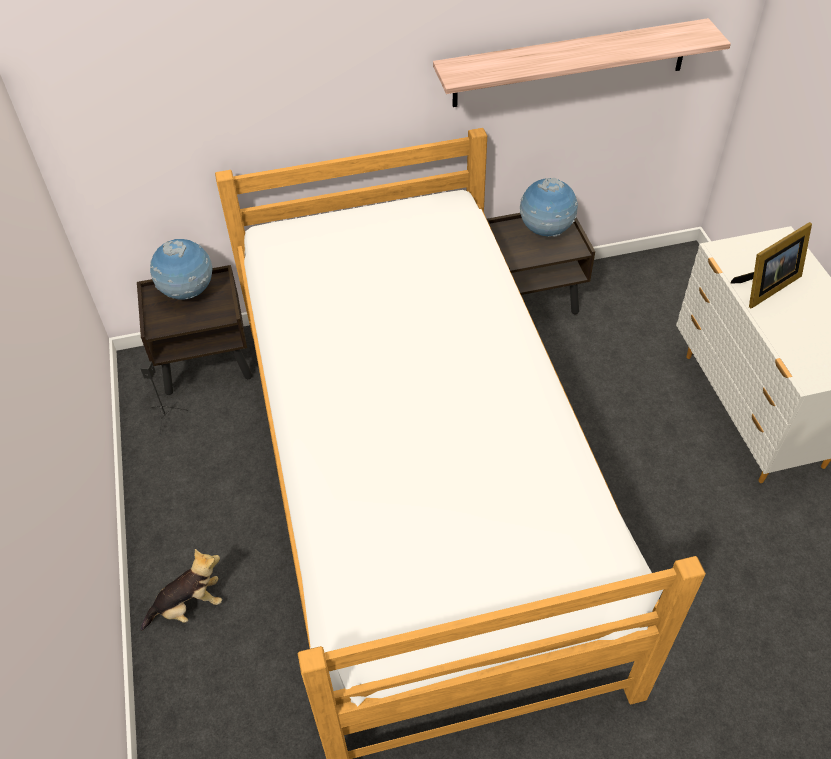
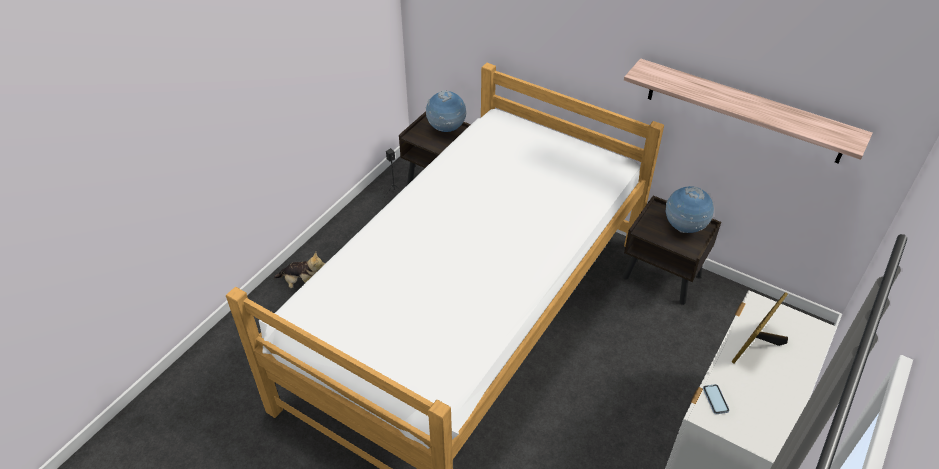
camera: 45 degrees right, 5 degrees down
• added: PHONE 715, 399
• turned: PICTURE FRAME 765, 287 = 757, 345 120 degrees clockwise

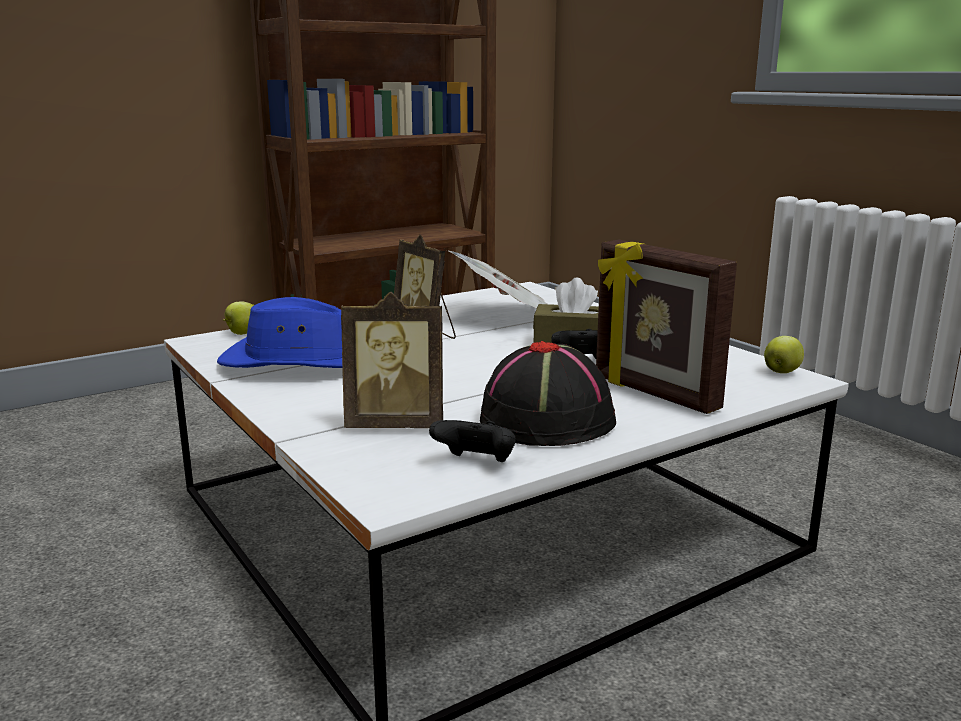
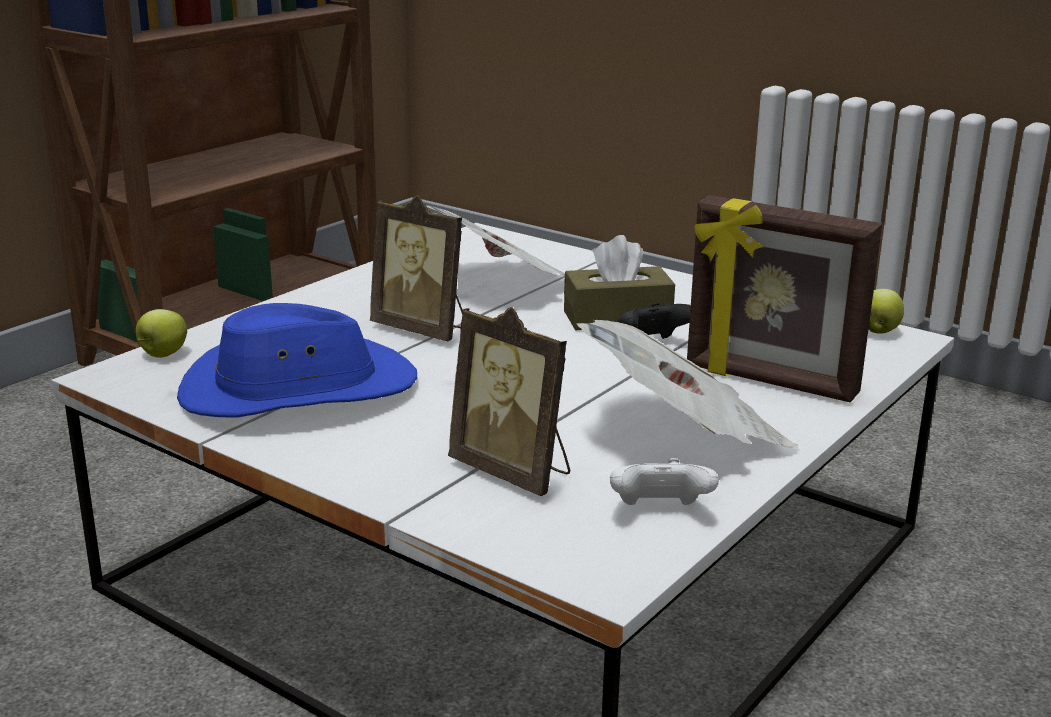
camera: 20 degrees left, 5 degrees up
• turned: PICTURE FRAME 396, 424 = 514, 472 60 degrees clockwise
• replaced: BLACK HAT 548, 420 to NEWSPAPER 685, 437
• recoloured: BLACK GAME CONTROLLER 476, 464 to WHITE GAME CONTROLLER 659, 512

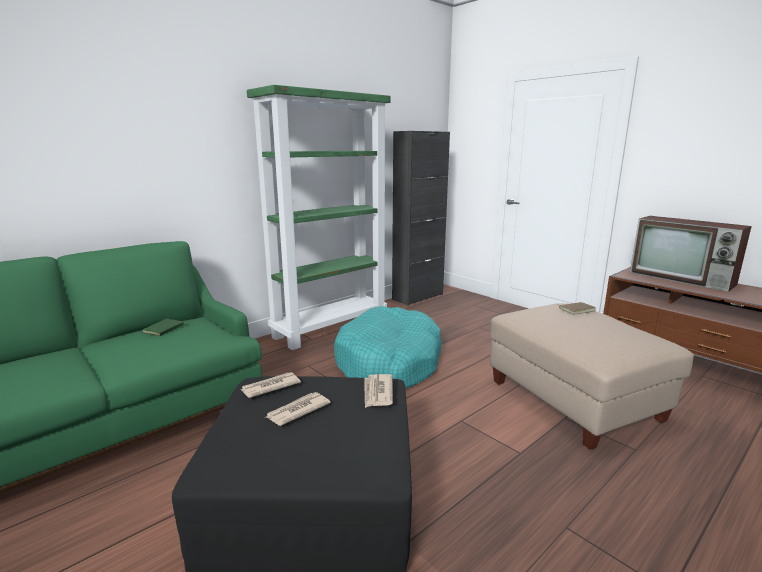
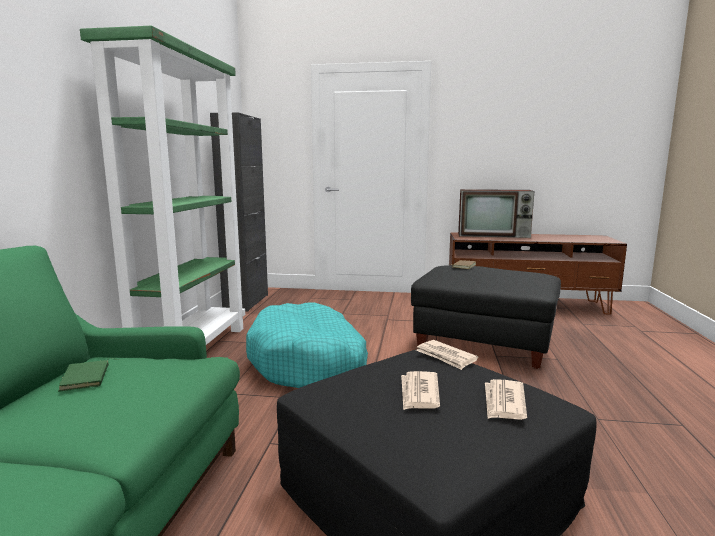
camera: 40 degrees left, 5 degrees down
• recoloured: BEIGE OTTOMAN 574, 401 to BLACK OTTOMAN 484, 343
• moved: NEWSPAPER 270, 387 to 504, 402

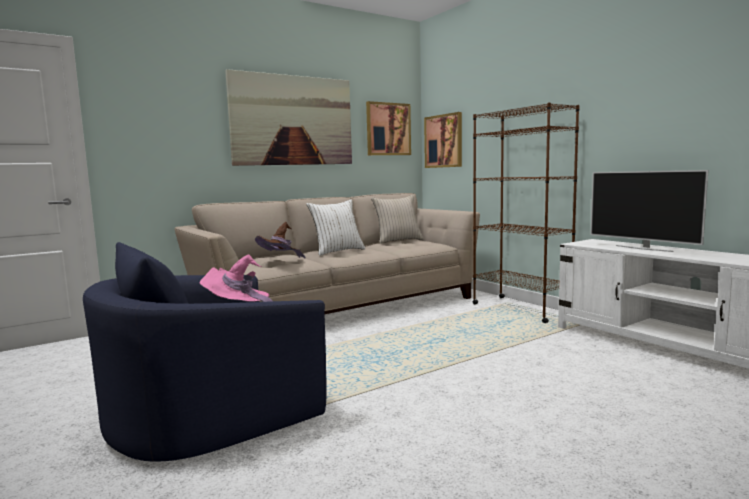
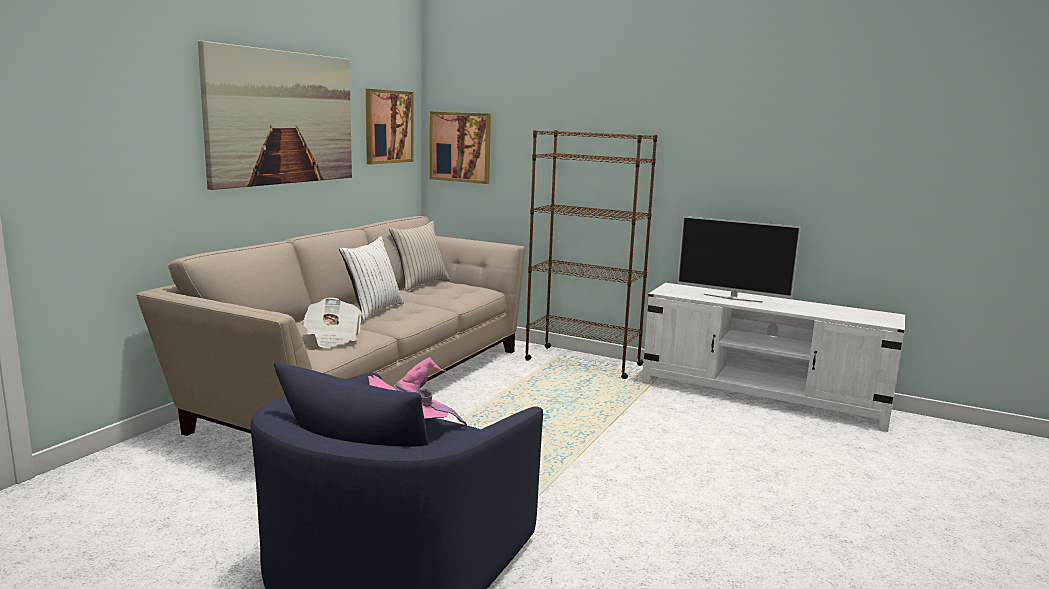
camera: 30 degrees left, 5 degrees up
• replaced: BROWN HAT 281, 262 to NEWSPAPER 332, 338

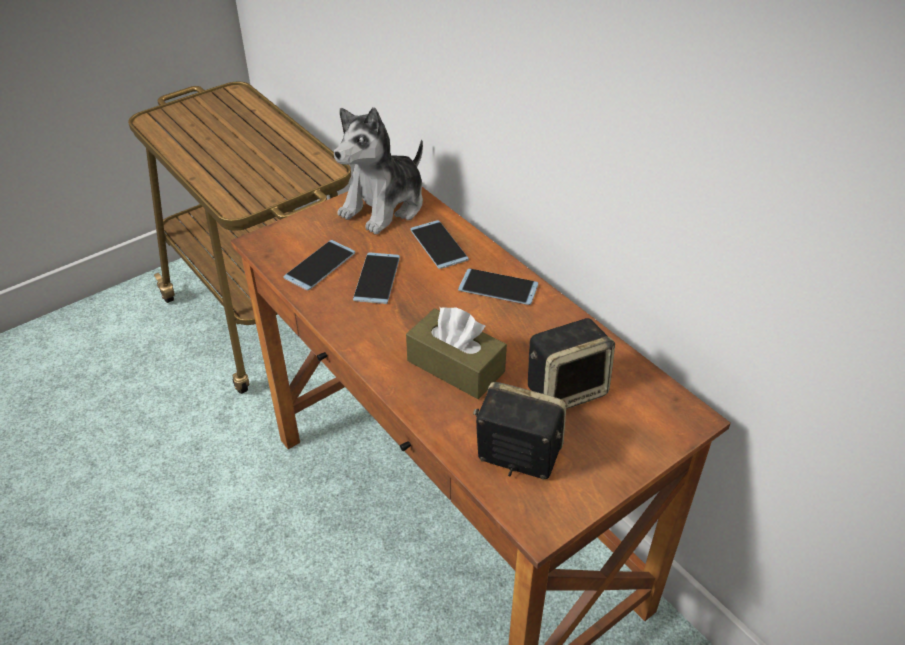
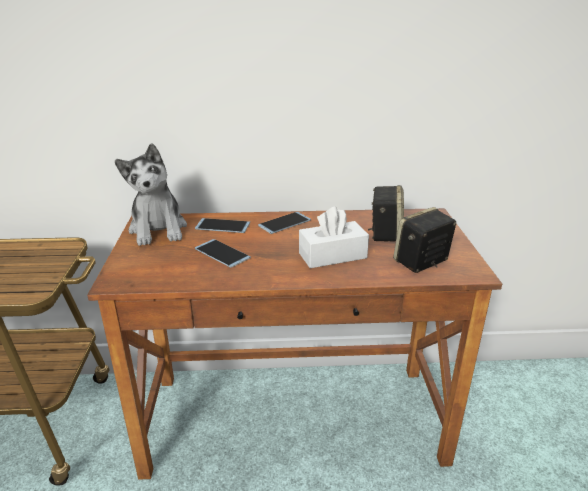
camera: 55 degrees left, 15 degrees down
• recoloured: BROWN TISSUE BOX 455, 366 to WHITE TISSUE BOX 332, 255
• removed: PHONE 320, 265

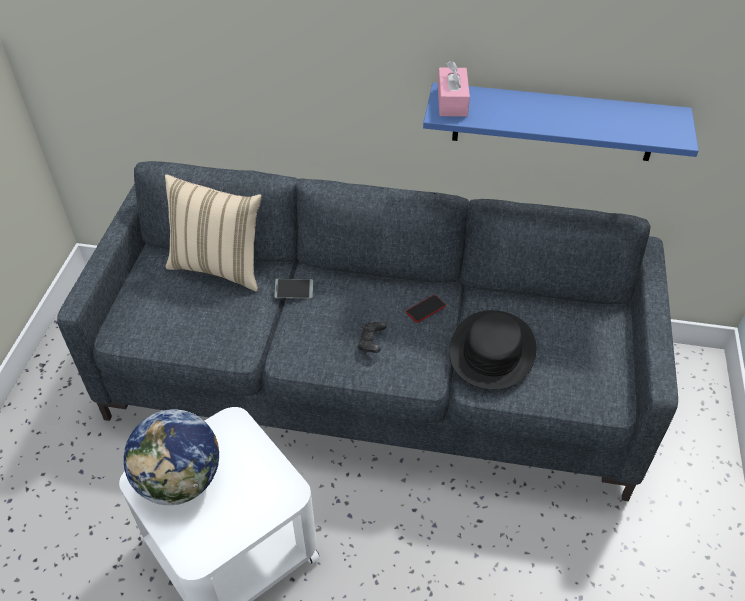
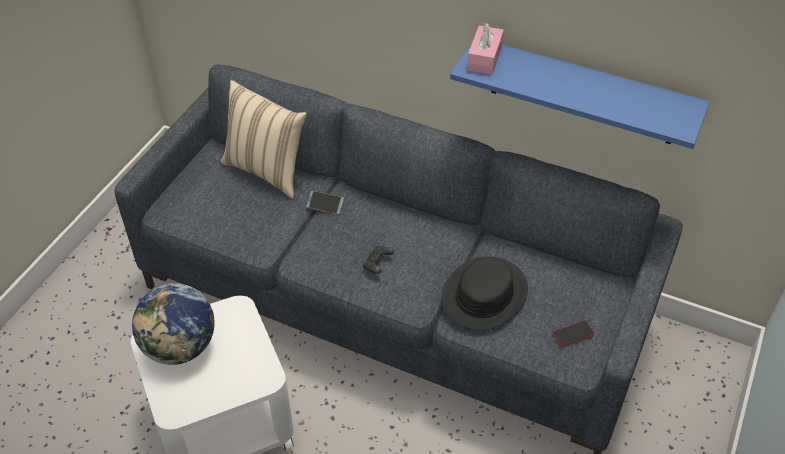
camera: 15 degrees right, 0 degrees up
• moved: PHONE 425, 309 to 573, 334

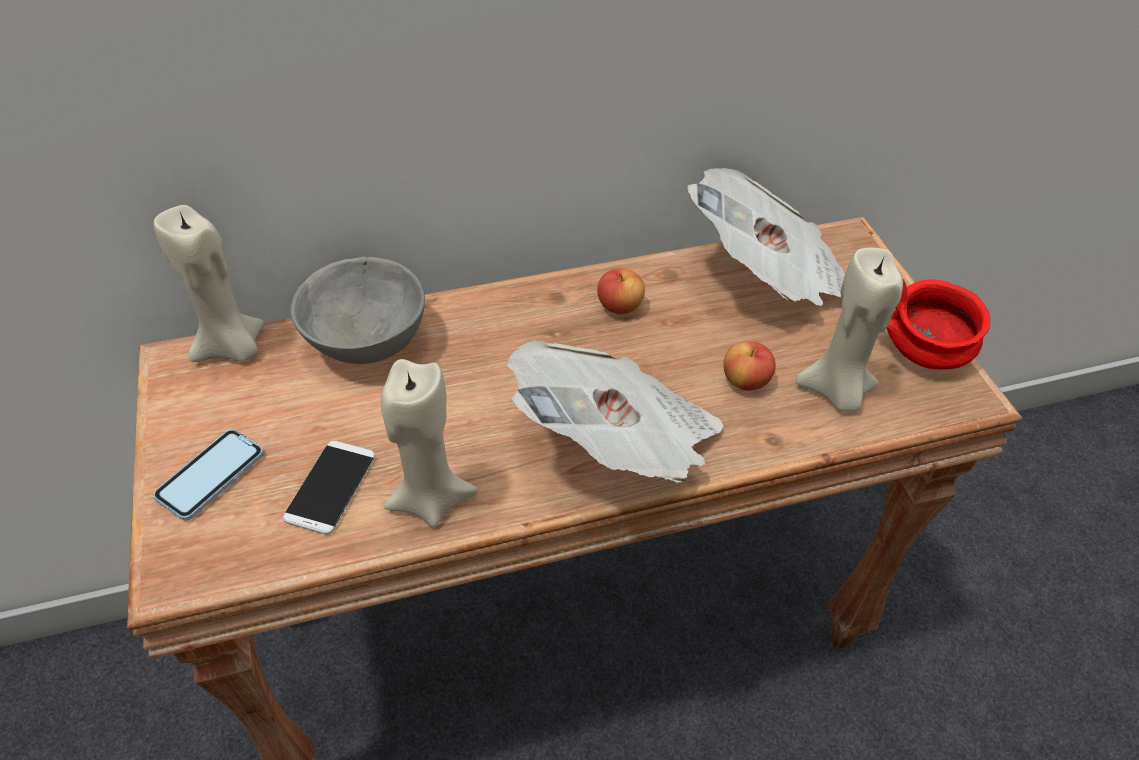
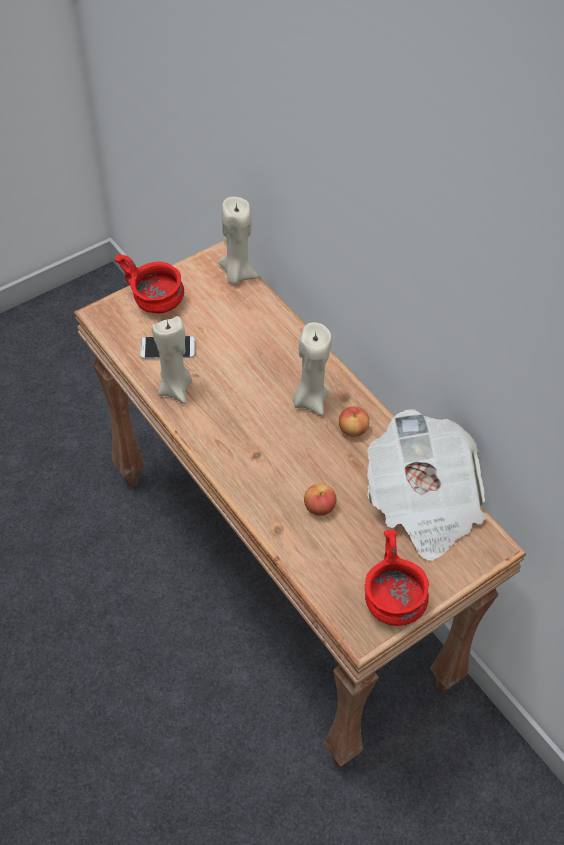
camera: 70 degrees right, 5 degrees up
• replaced: PHONE 211, 476 to RED BOWL 156, 302
• moved: BEIGE CANDLE 836, 391 to 310, 400
• removed: GREY BOWL 365, 343
• removed: NEWSPAPER 618, 443

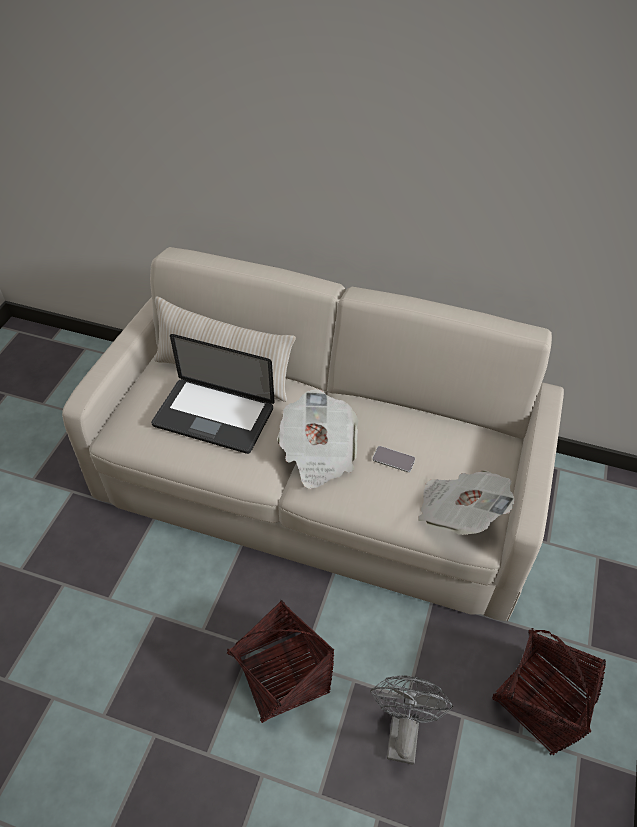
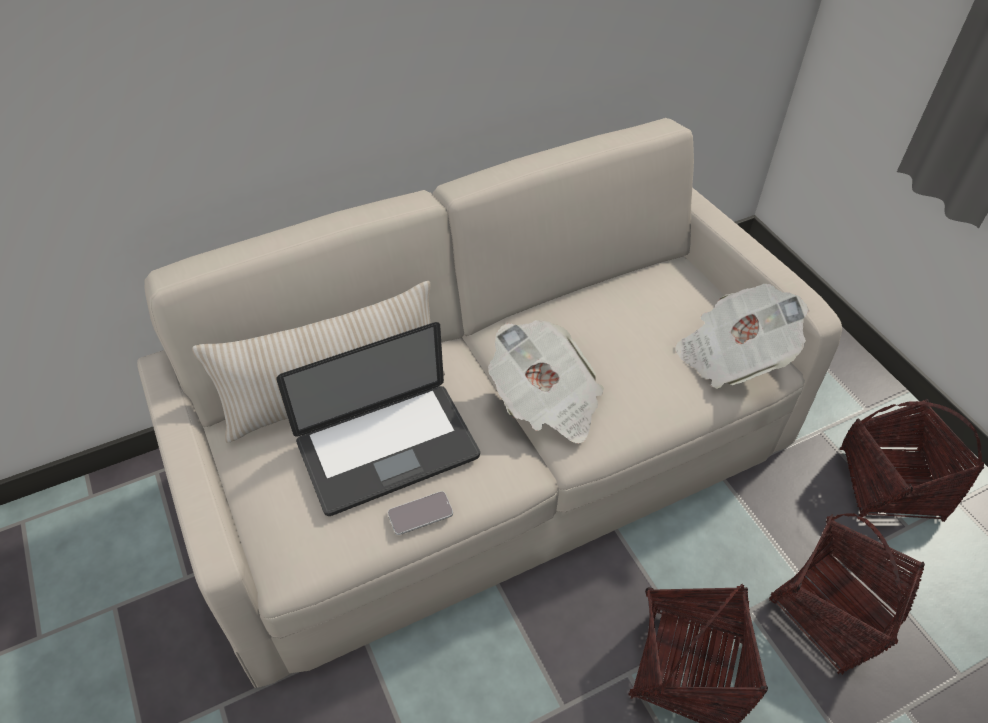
camera: 45 degrees left, 0 degrees up
• moved: PHONE 393, 459 to 420, 513
• replaced: GREY FAN 403, 729 to BASKET 833, 612

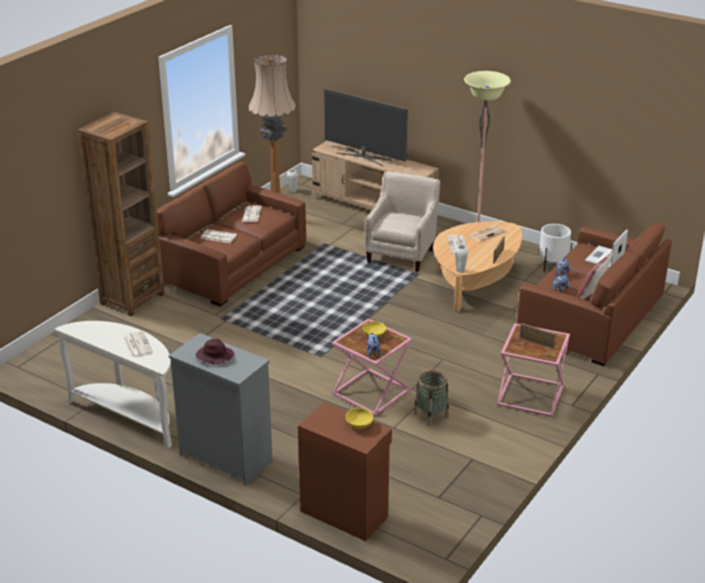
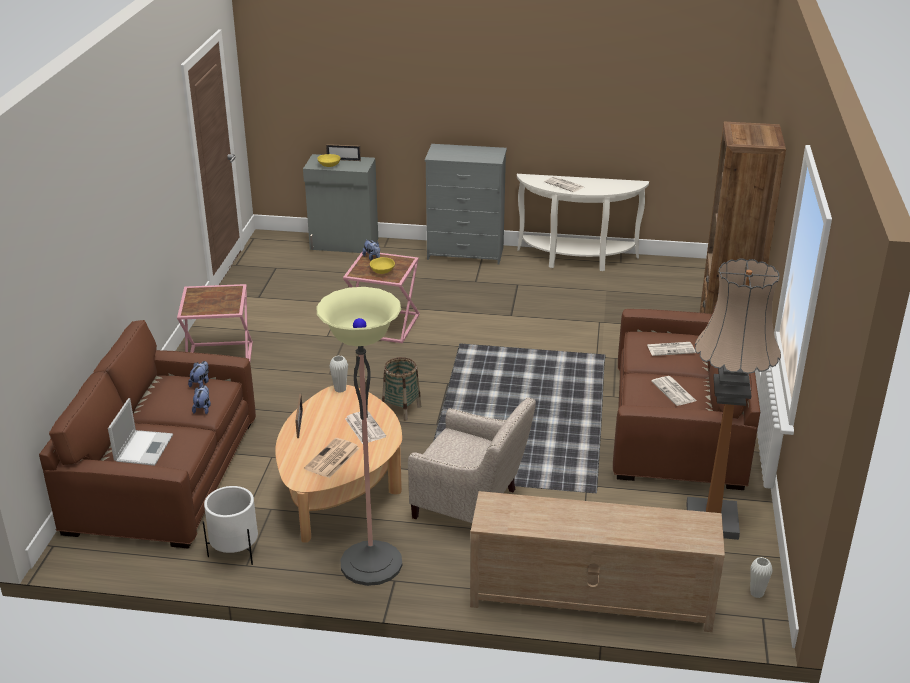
camera: 155 degrees right, 0 degrees up
• recoloured: BROWN CABINET 344, 513 to GREY CABINET 344, 244
• moved: PICTURE FRAME 536, 342 to 343, 160
• moved: BASKET 431, 415 to 401, 409
• turned: BEIGE ARMCHAIR 402, 254 = 471, 507 60 degrees counterclockwise
• removed: PURPLE HAT 214, 356
• removed: TELEVISION 364, 156
• removed: PILLOW 592, 293

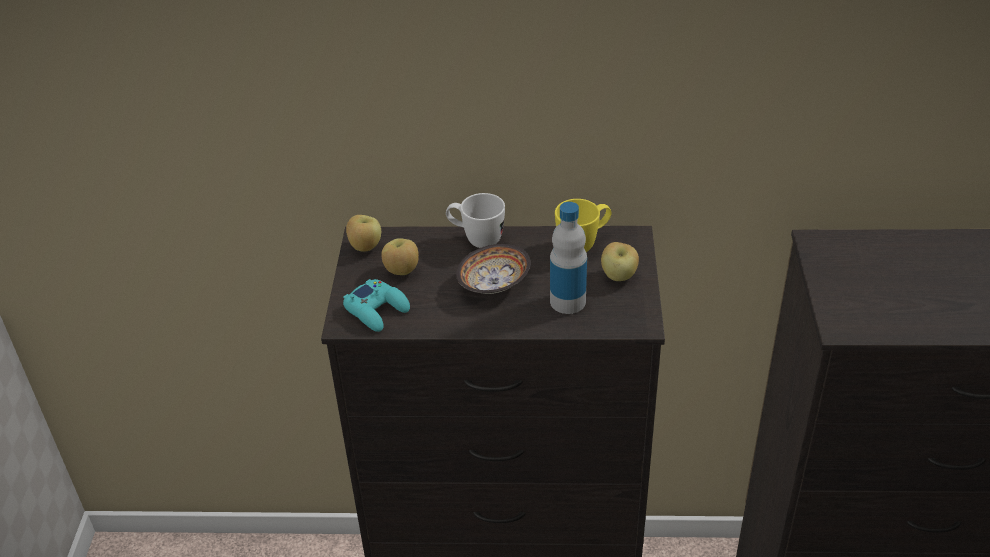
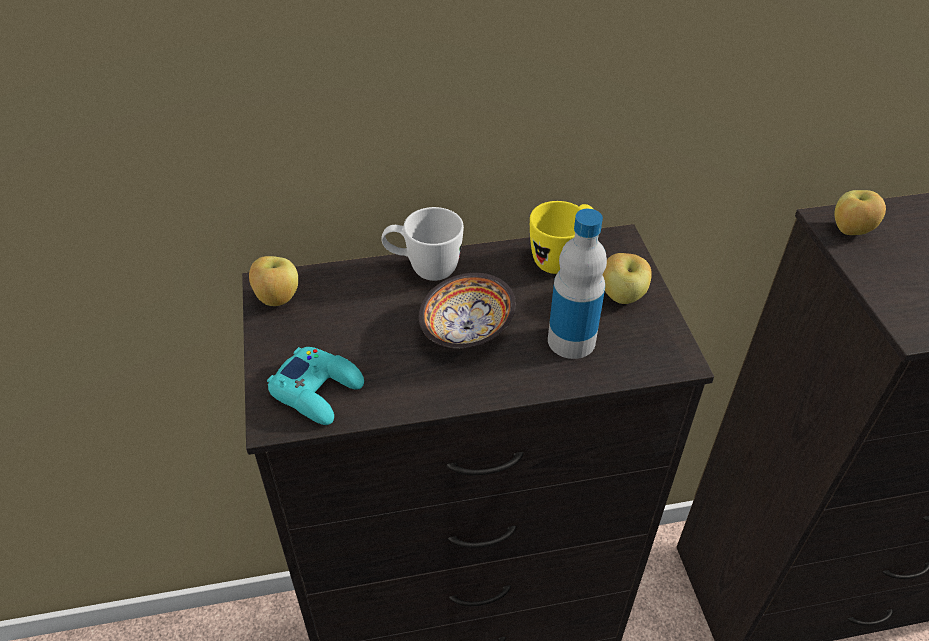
camera: 15 degrees left, 5 degrees up
• moved: APPLE 401, 271 to 850, 231

